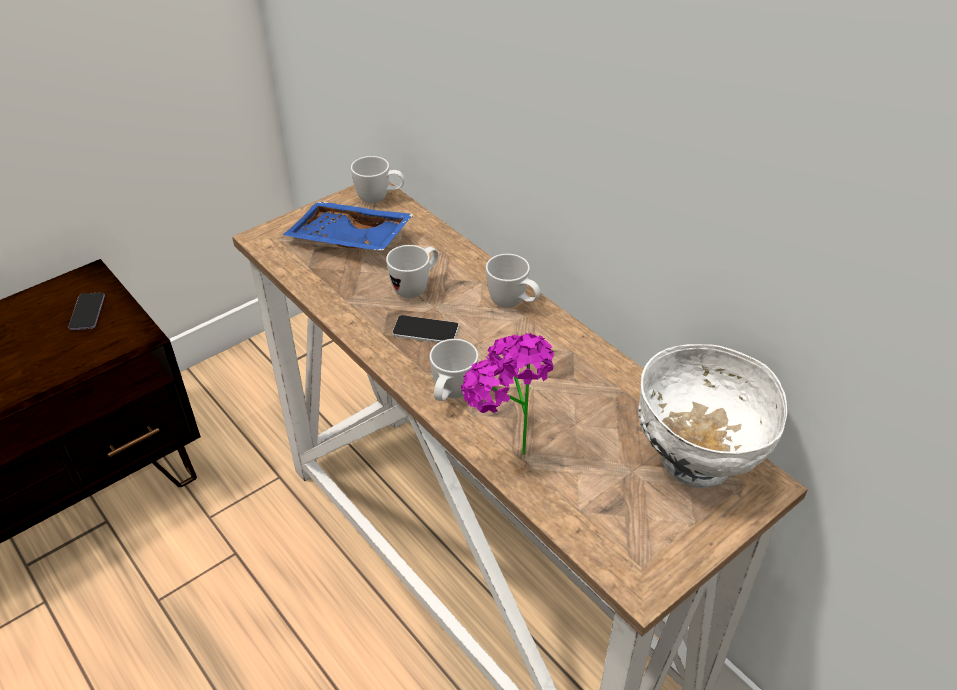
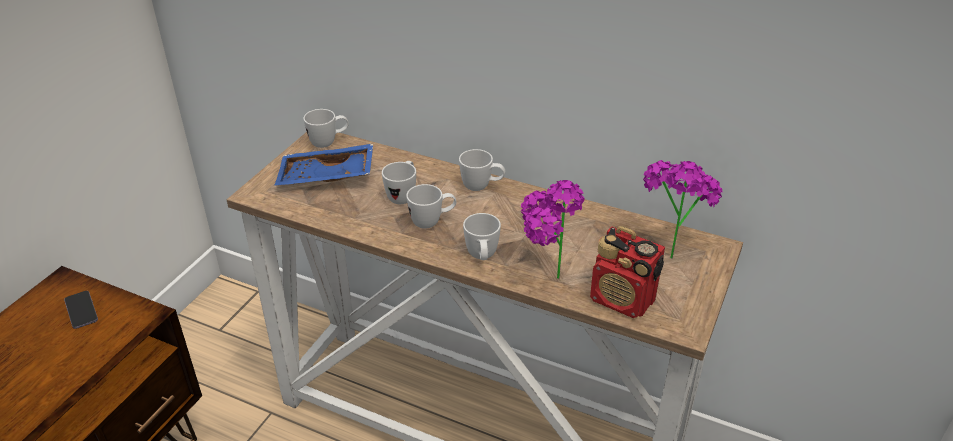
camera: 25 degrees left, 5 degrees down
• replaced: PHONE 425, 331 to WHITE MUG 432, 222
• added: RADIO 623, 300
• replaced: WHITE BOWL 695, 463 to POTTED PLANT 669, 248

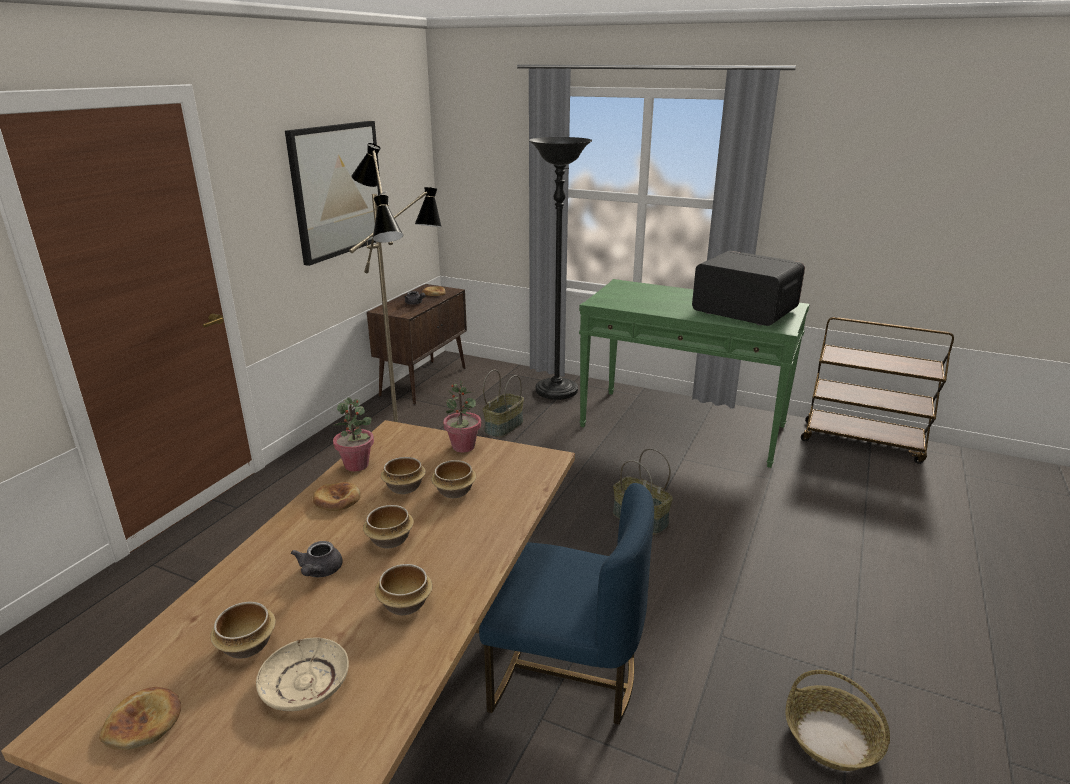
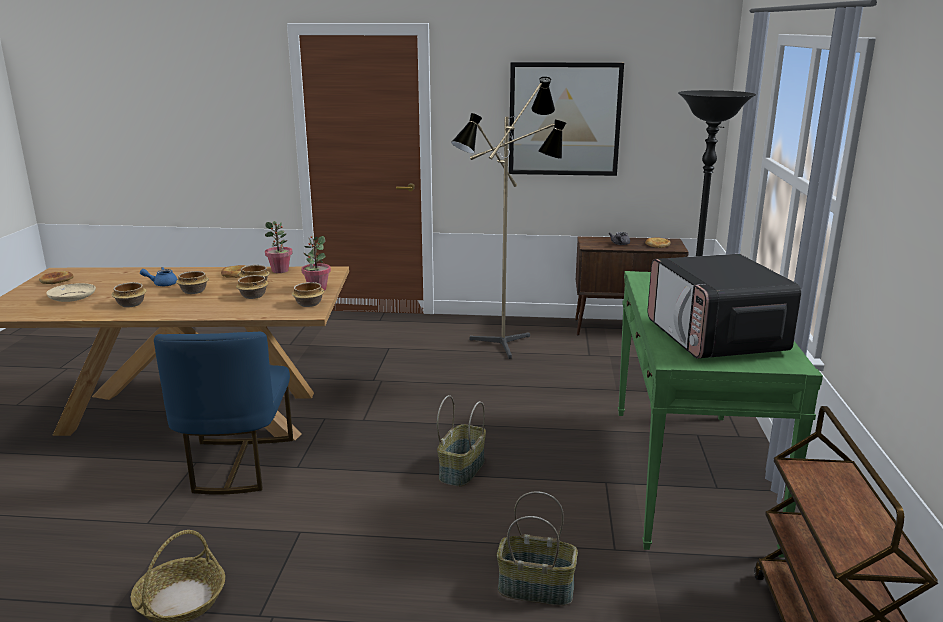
camera: 70 degrees right, 5 degrees down
• recoloured: GREY TEAPOT 319, 572 to BLUE TEAPOT 162, 284
• moved: BOWL 248, 645 to 309, 304
• moved: BASKET 503, 426 to 537, 588
• turned: MICROWAVE 743, 311 = 715, 338 150 degrees clockwise

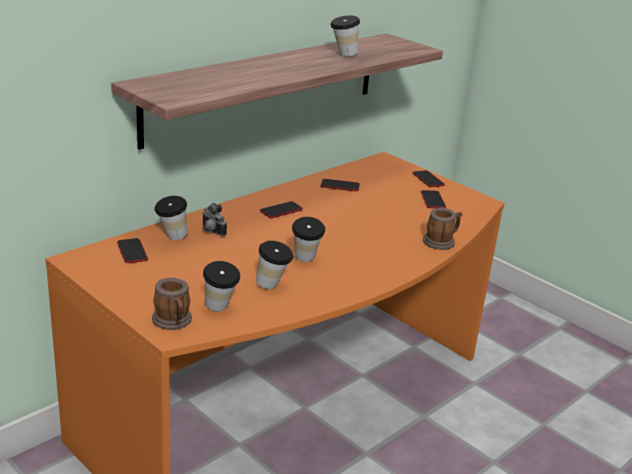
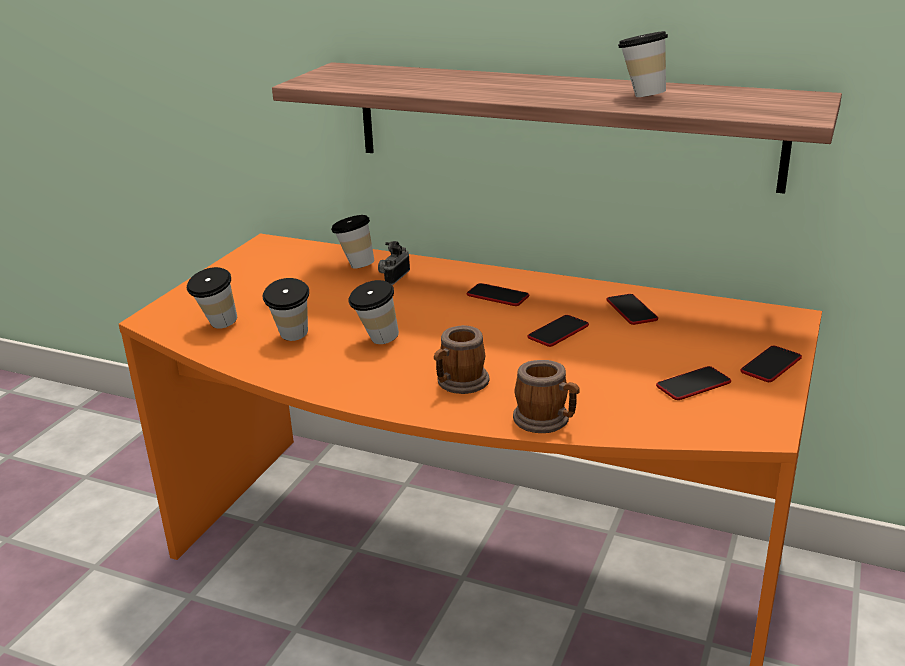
camera: 70 degrees right, 0 degrees up
• moved: MUG 173, 322 to 459, 384
• moved: PHONE 132, 251 to 558, 332

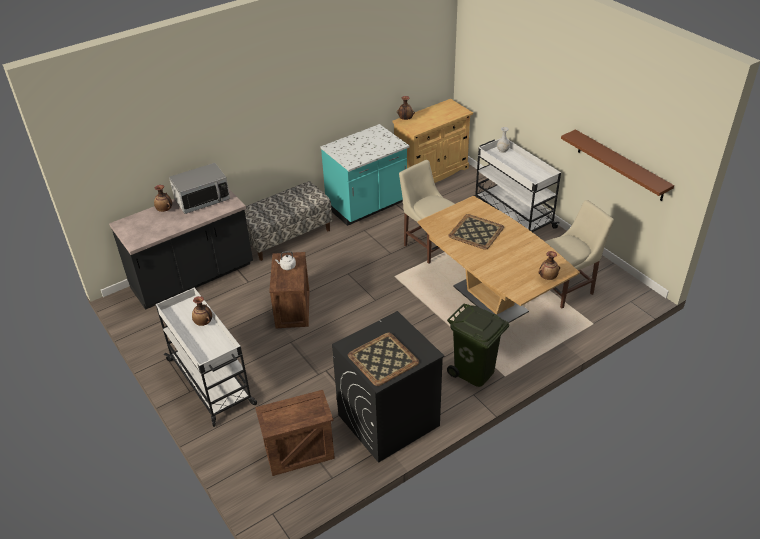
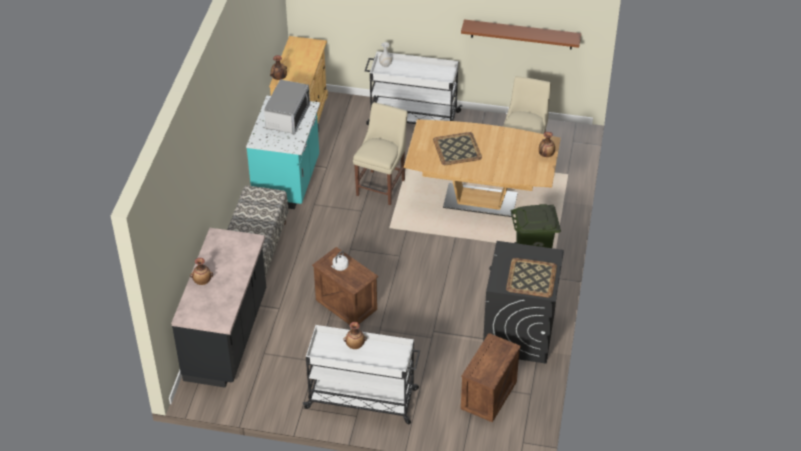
camera: 45 degrees left, 5 degrees up
• moved: MICROWAVE 202, 200 to 287, 117
• turned: BEIGE CHAIR 428, 245 = 382, 186 105 degrees clockwise

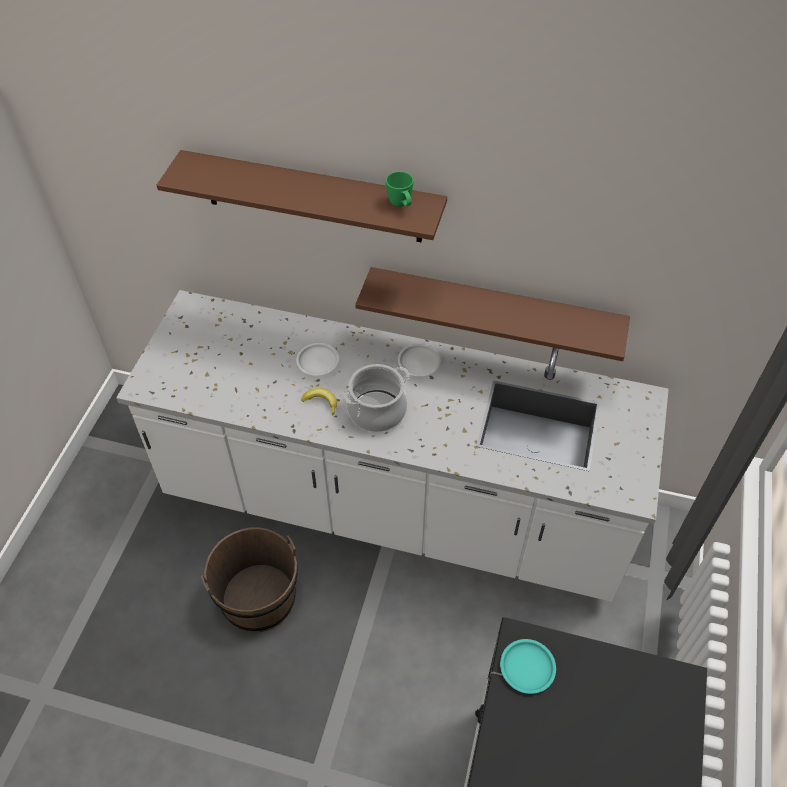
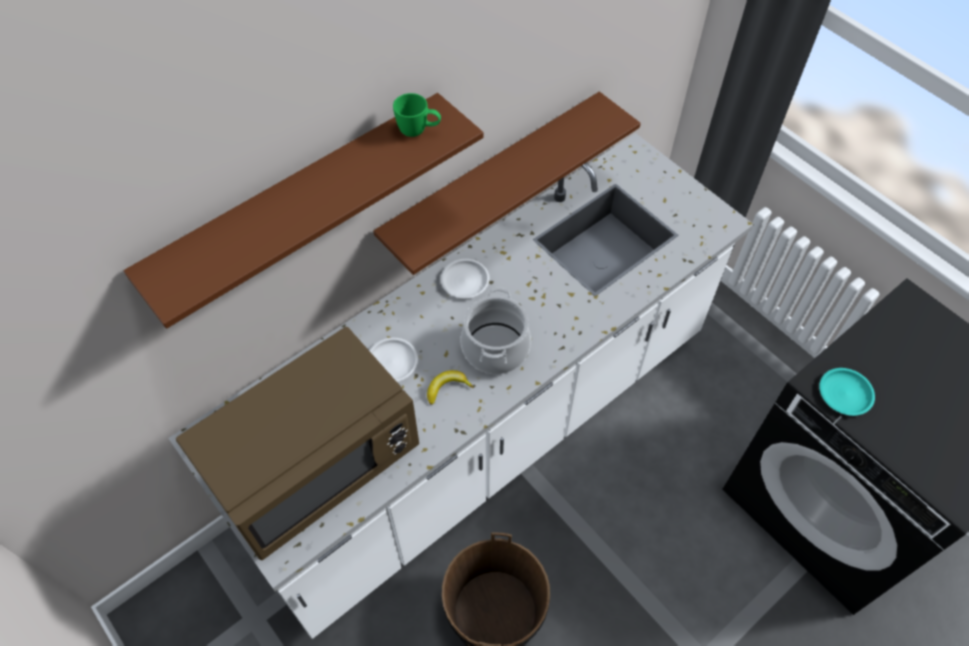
camera: 55 degrees left, 5 degrees up
• added: BROWN MICROWAVE 315, 464

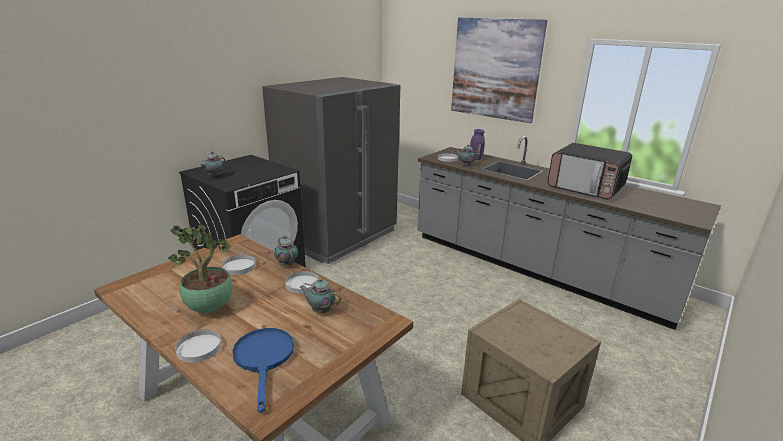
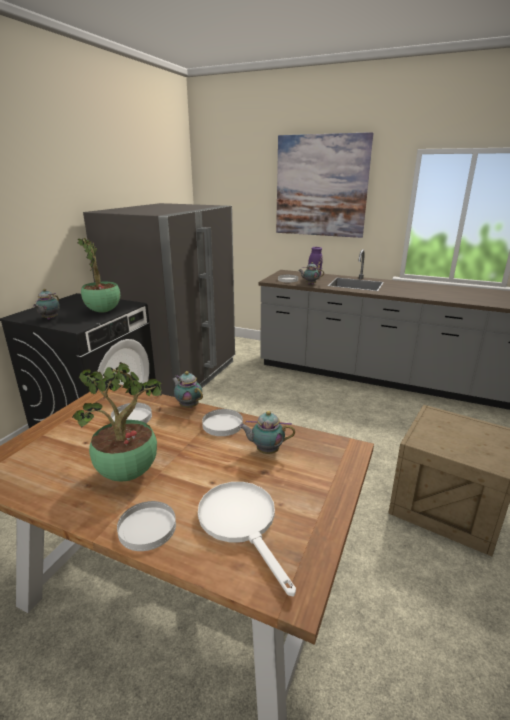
camera: 15 degrees left, 0 degrees up
• added: POTTED PLANT 103, 311
• recoloured: BLUE FRYING PAN 264, 359 to WHITE FRYING PAN 242, 523
• removed: MICROWAVE 586, 188

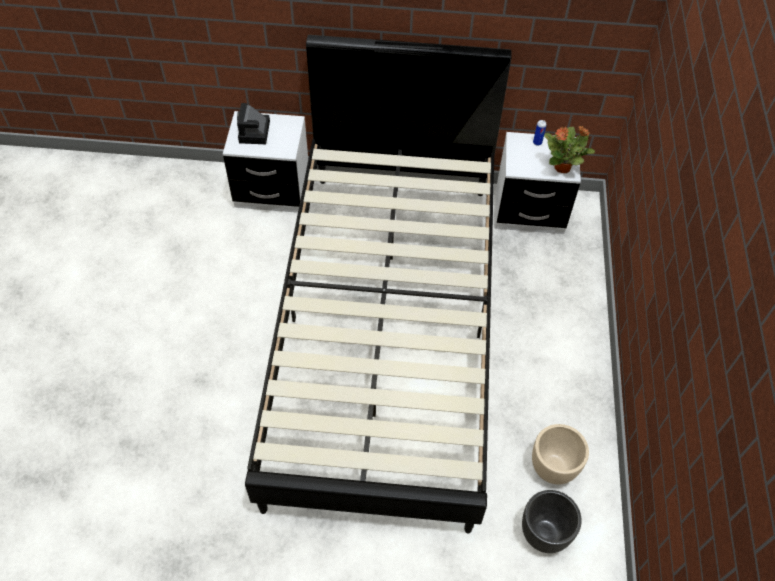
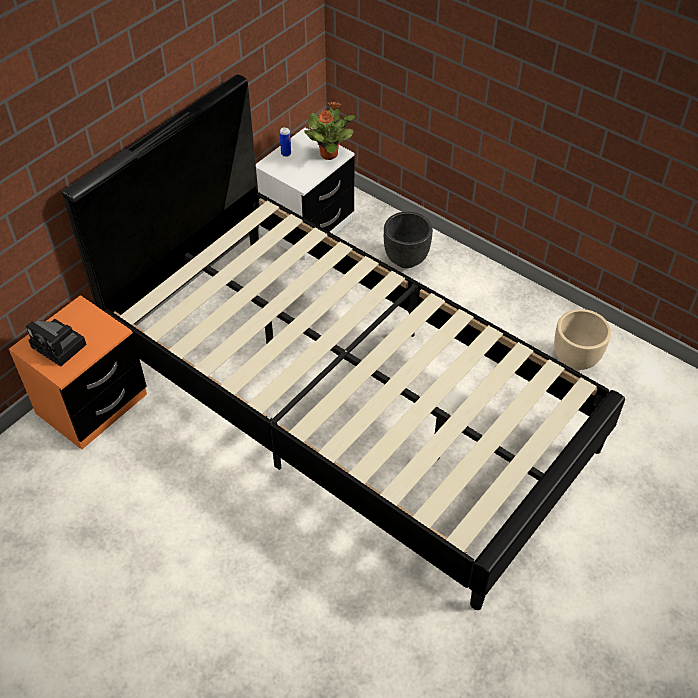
camera: 55 degrees left, 5 degrees down
• recoloured: WHITE NIGHTSTAND 272, 190 to ORANGE NIGHTSTAND 92, 404
• moved: BLACK PLANTER 544, 534 to 406, 259

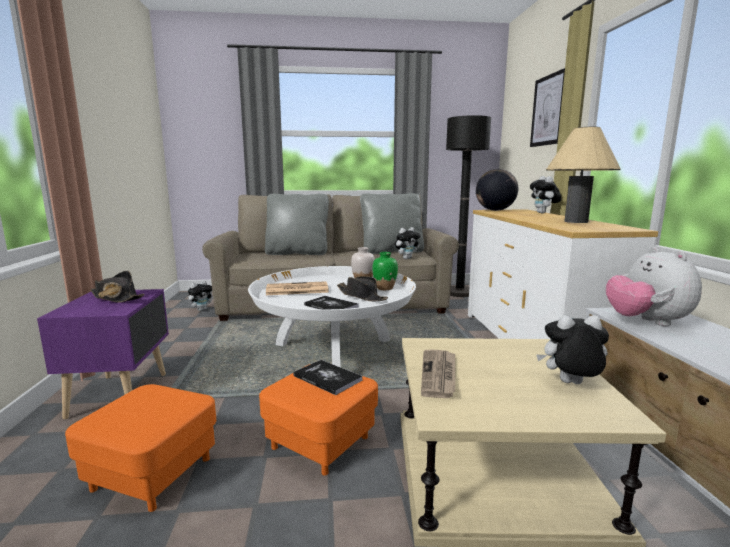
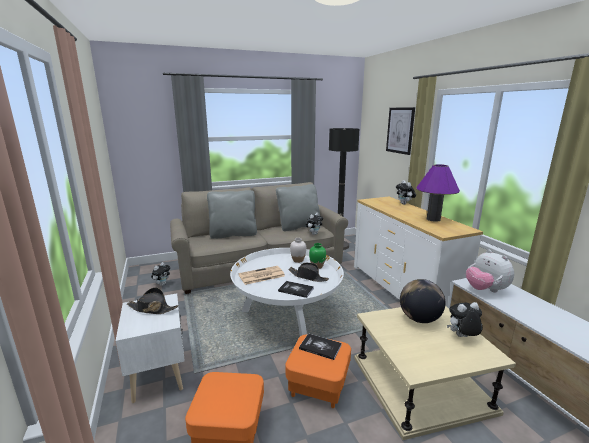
camera: 15 degrees left, 5 degrees up
• recoloured: PURPLE NIGHTSTAND 122, 394 to WHITE NIGHTSTAND 159, 373
• moved: GLOBE 495, 210 to 419, 319
• recoloured: BEIGE TABLE LAMP 576, 221 to PURPLE TABLE LAMP 433, 219
• removed: NEWSPAPER 439, 375

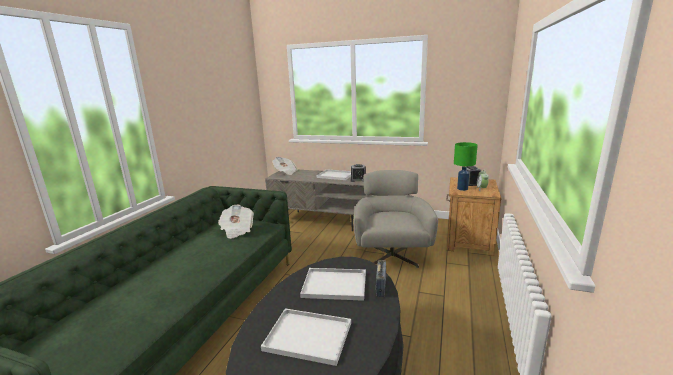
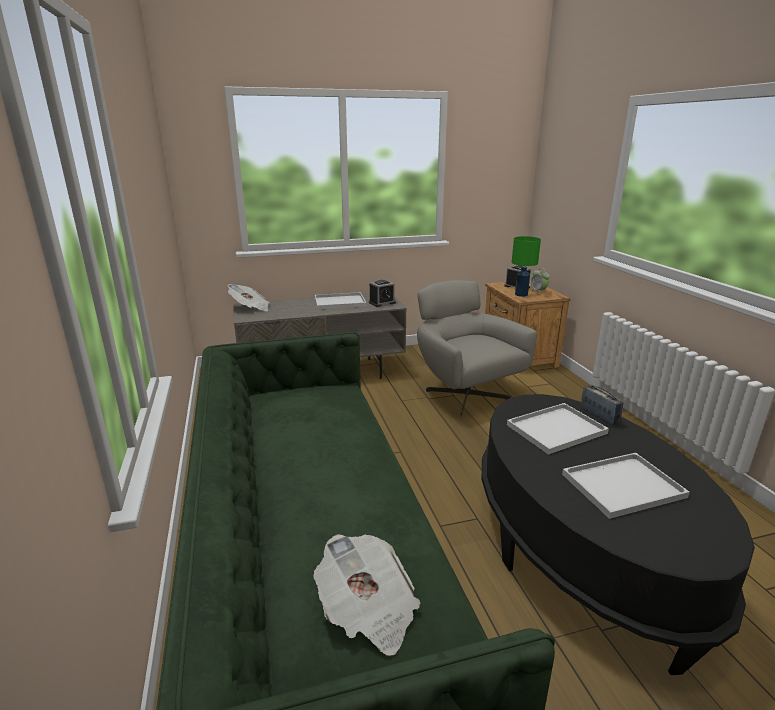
camera: 35 degrees left, 5 degrees up
• moved: NEWSPAPER 237, 230 to 368, 611

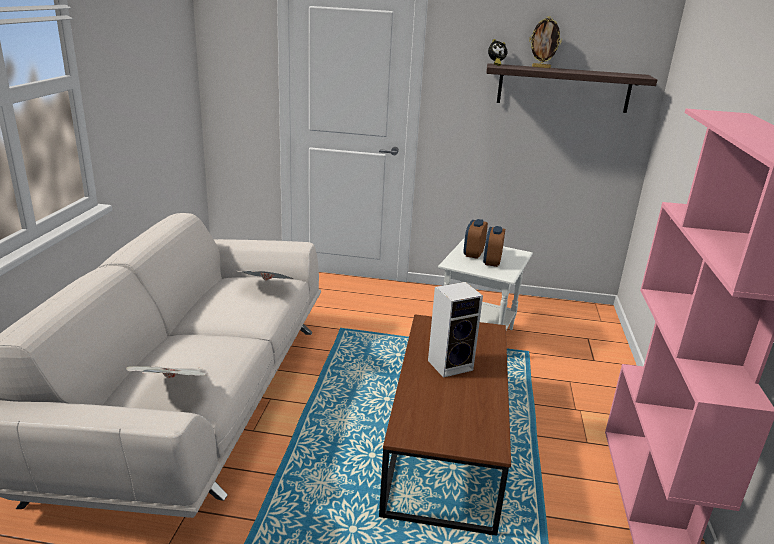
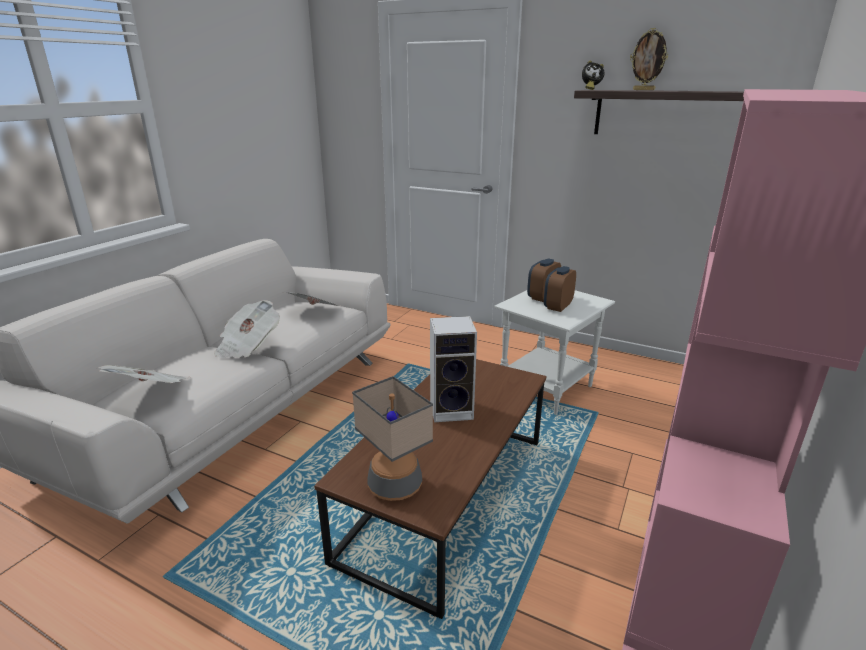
camera: 20 degrees right, 0 degrees up
• added: NEWSPAPER 248, 346
• added: TABLE LAMP 395, 485

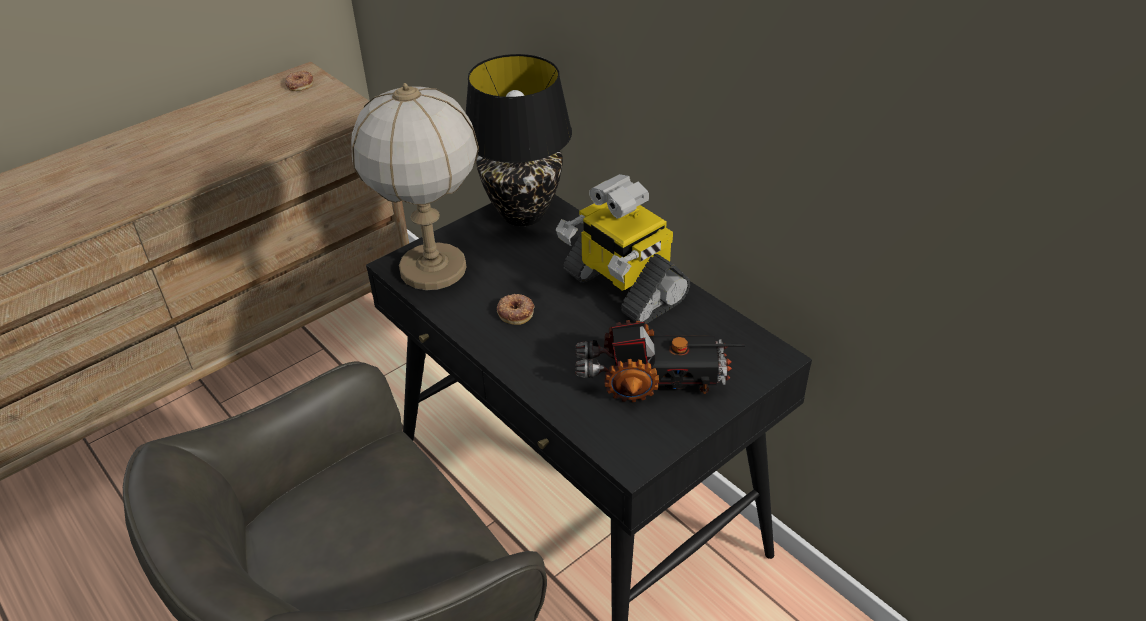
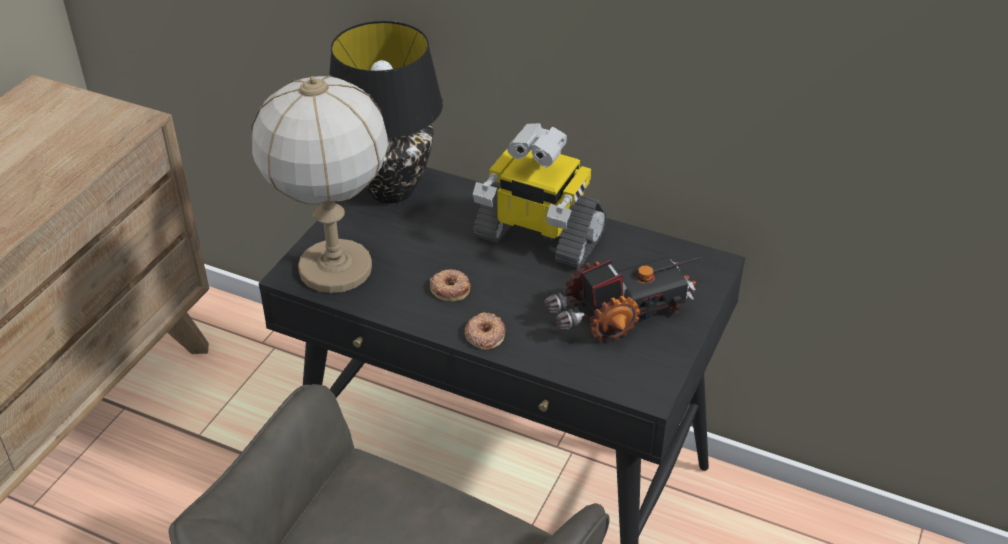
camera: 25 degrees left, 0 degrees up
• moved: DONUT 299, 84 to 485, 335

